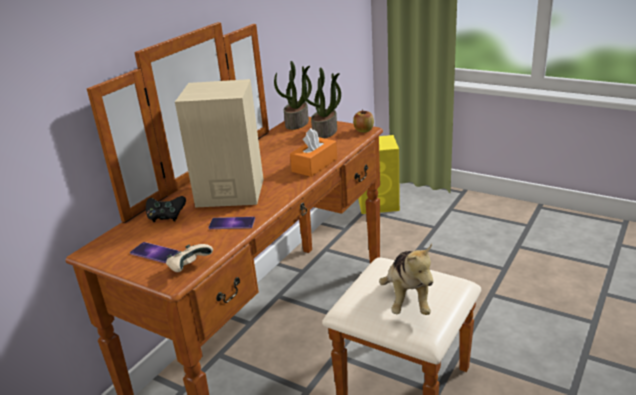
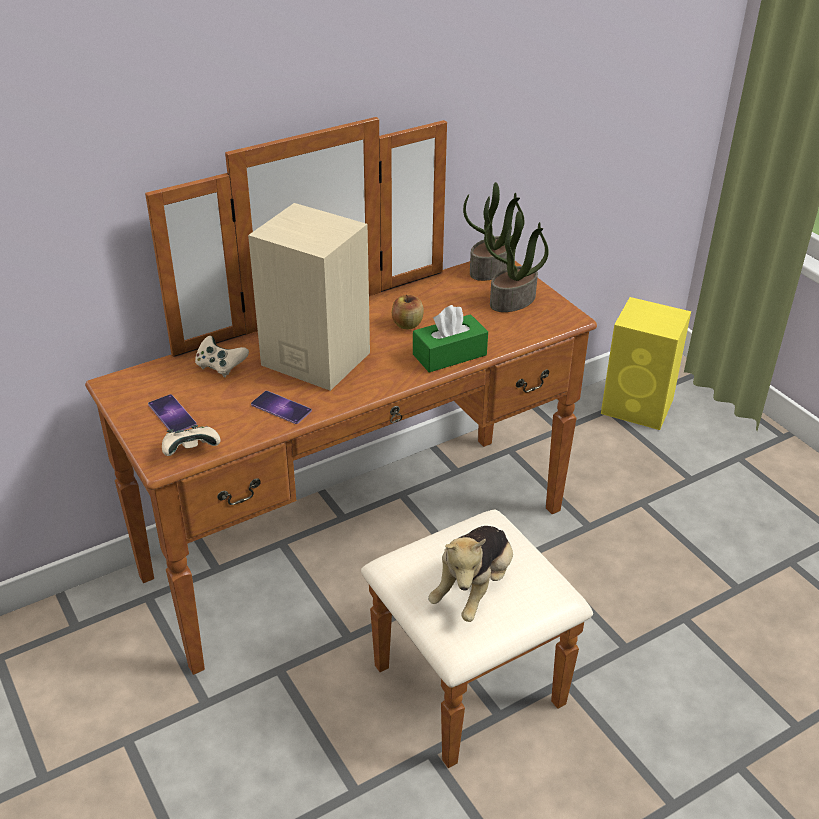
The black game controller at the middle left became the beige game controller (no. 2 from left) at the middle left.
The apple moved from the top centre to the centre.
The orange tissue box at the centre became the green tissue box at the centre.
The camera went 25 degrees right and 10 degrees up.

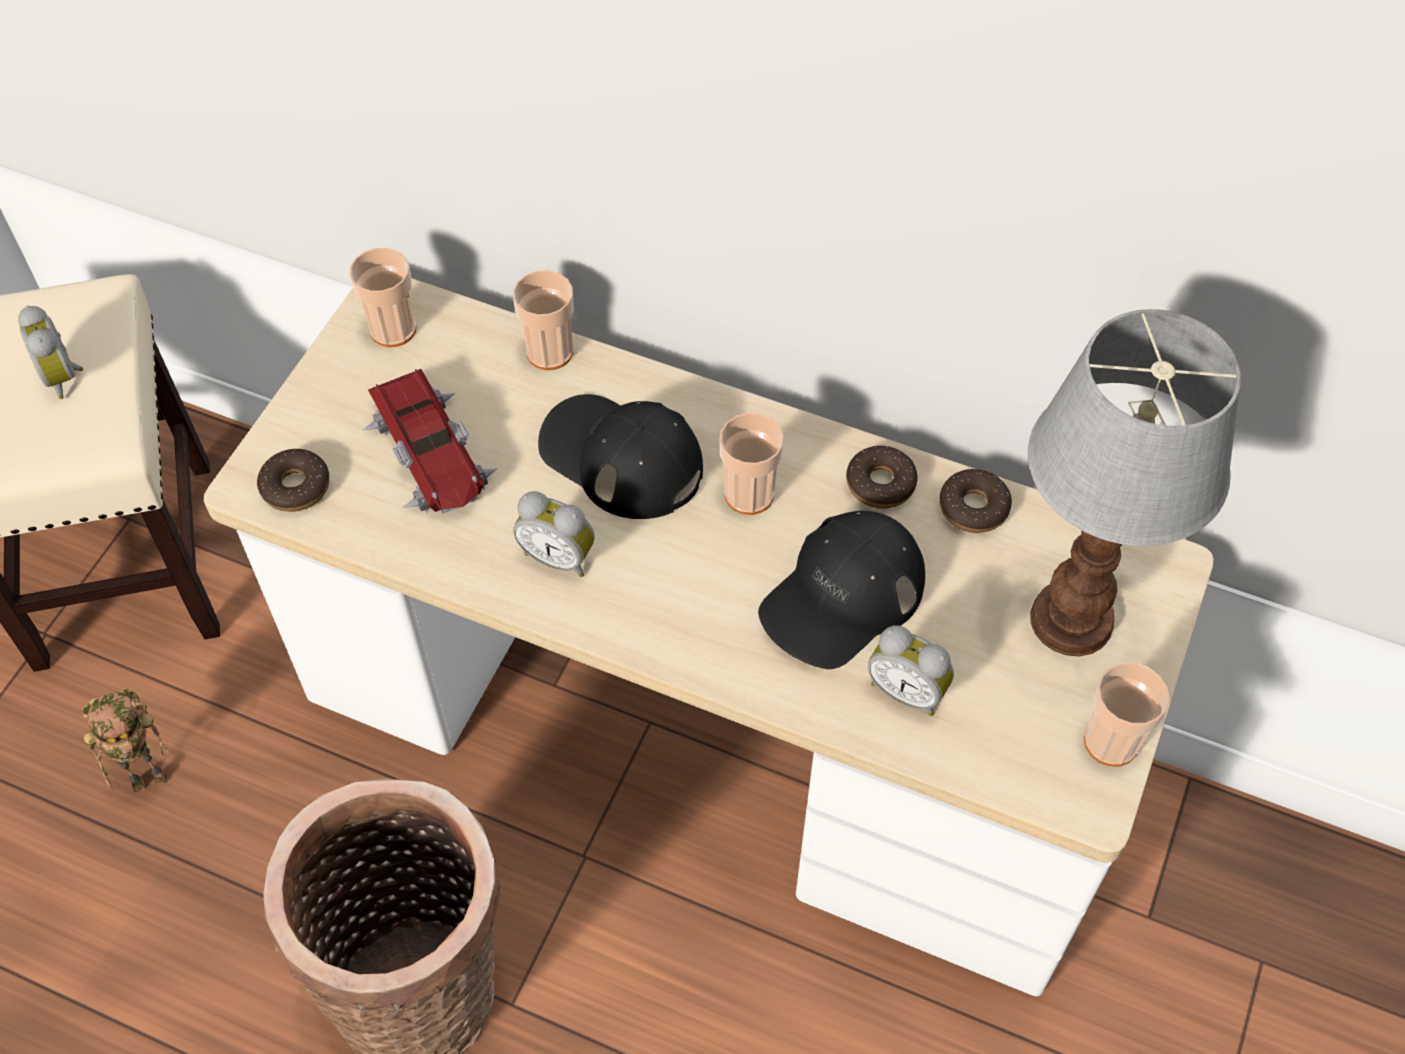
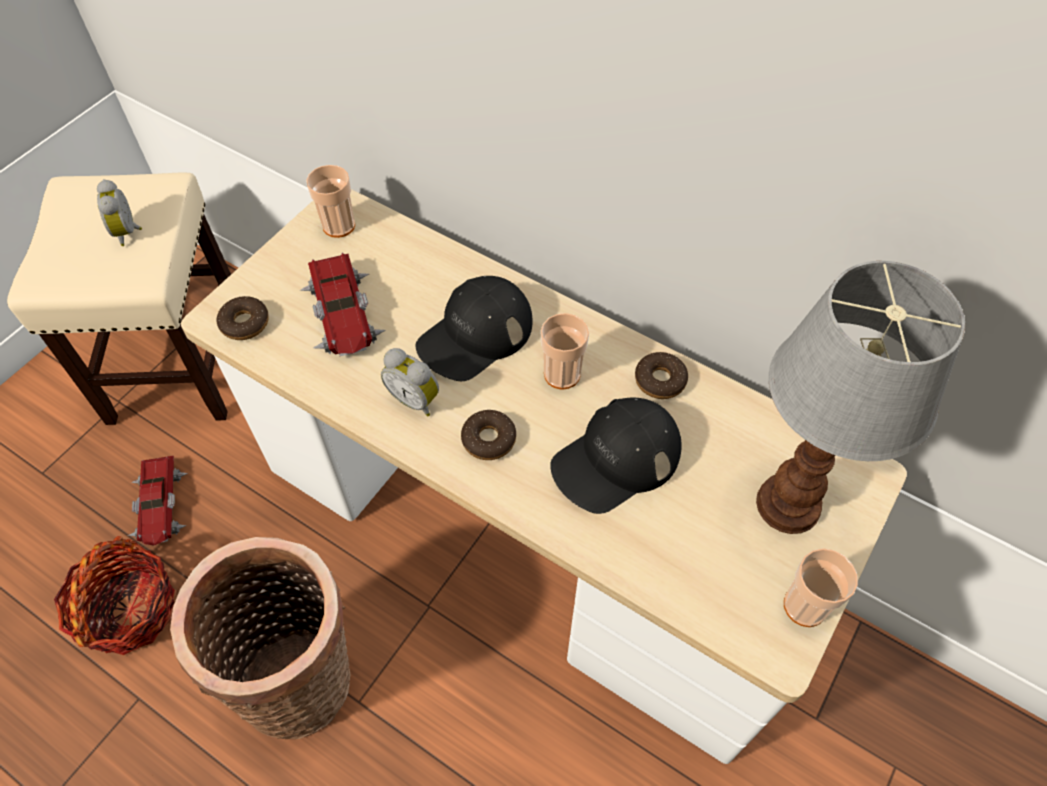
The basket (no. 1 from left) at the bottom left appeared.
The toy robot at the bottom left was replaced by the toy car (no. 1 from left) at the middle left.
The black cap (no. 1 from left) at the centre turned 90 degrees counterclockwise.
The donut (no. 3 from left in the first image) moved from the middle right to the centre.
The cup (no. 2 from left) at the top centre disappeared.
The alarm clock (no. 3 from left) at the centre disappeared.
The camera went 10 degrees right and 0 degrees up.

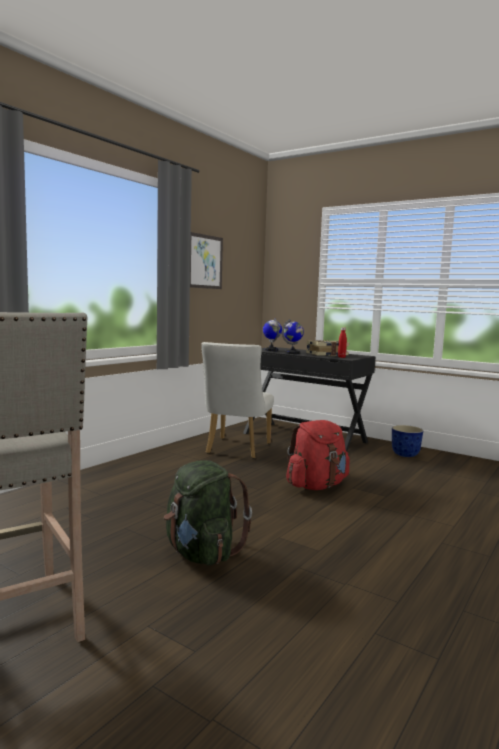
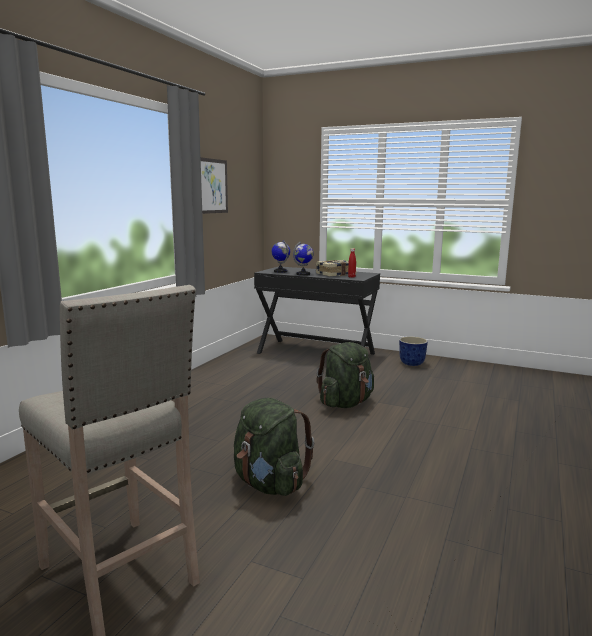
The red backpack at the centre became the green backpack (no. 2 from left) at the centre.
The white chair at the centre disappeared.
The camera went 10 degrees left and 5 degrees up.

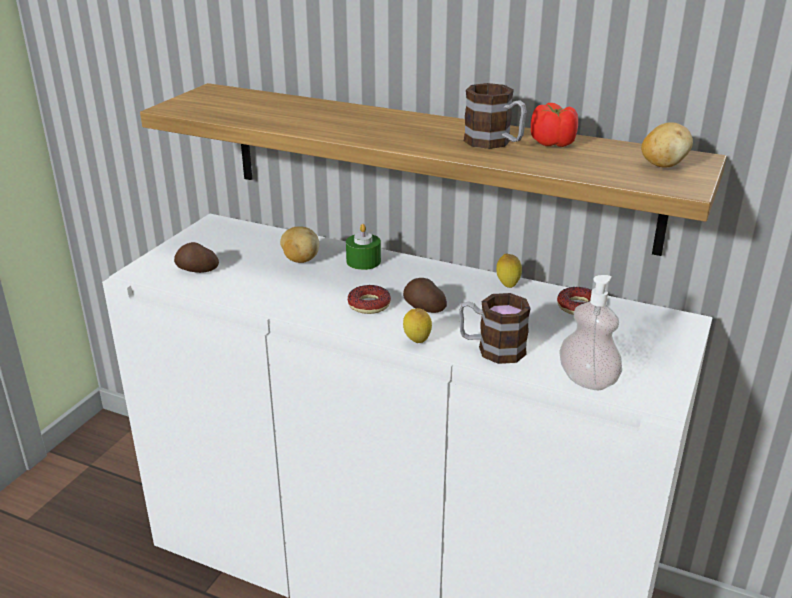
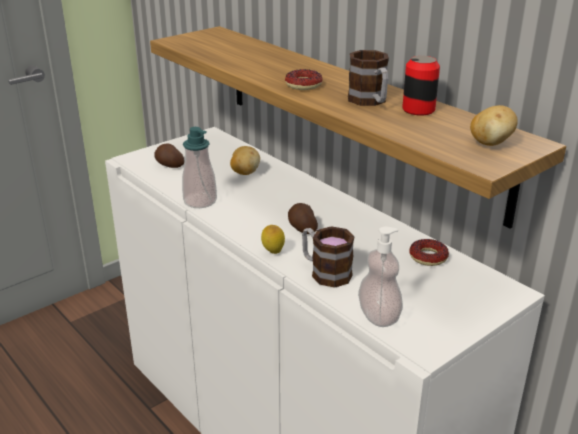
The soap dispenser (no. 1 from left) at the centre appeared.
The donut (no. 1 from left) moved from the centre to the top centre.
The tomato at the top right was replaced by the can at the top right.
The green candle at the centre disappeared.
The lemon (no. 2 from left) at the centre disappeared.
The camera went 25 degrees right and 0 degrees up.

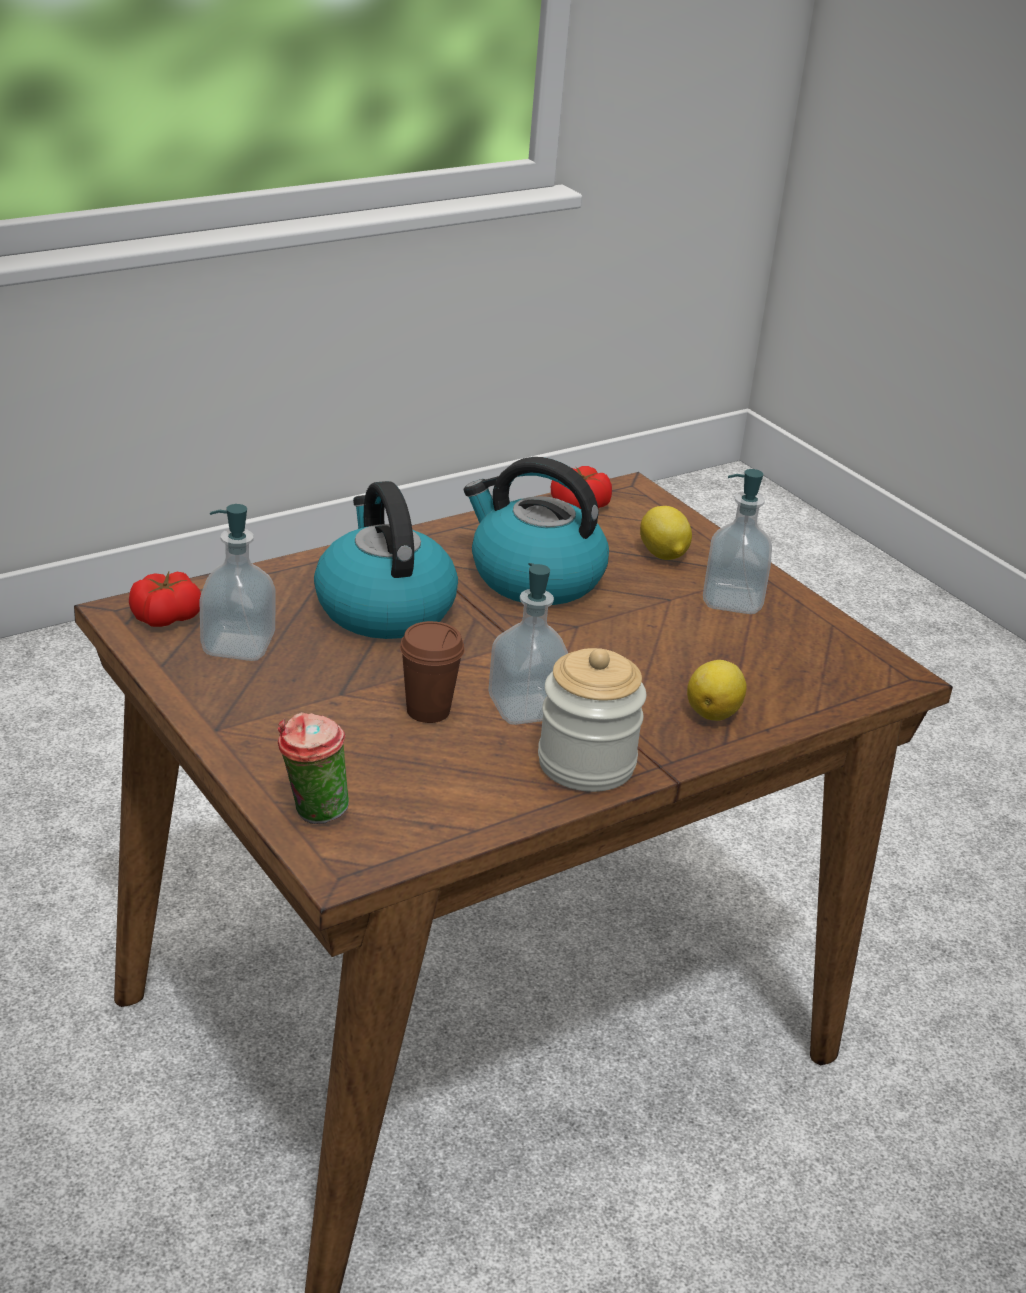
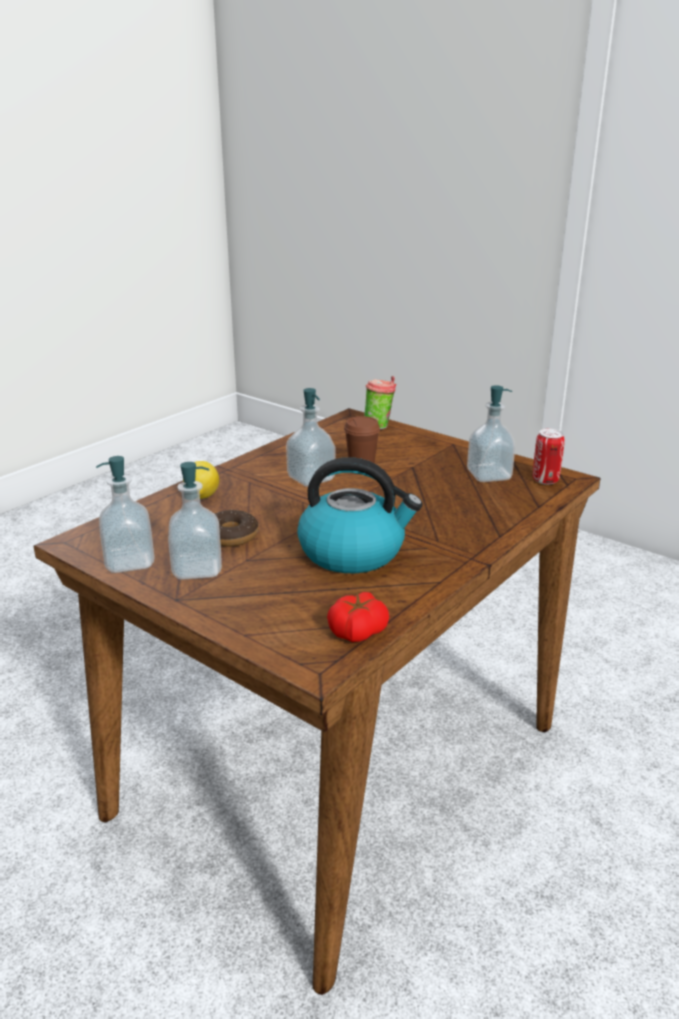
The soap dispenser (no. 1 from left) at the middle left appeared.
The donut at the centre appeared.
The tomato (no. 1 from left) at the middle left was replaced by the can at the middle right.
The kettle (no. 1 from left) at the centre disappeared.
The jar at the centre disappeared.
The lemon (no. 1 from left) at the centre disappeared.
The camera went 165 degrees right and 5 degrees down.

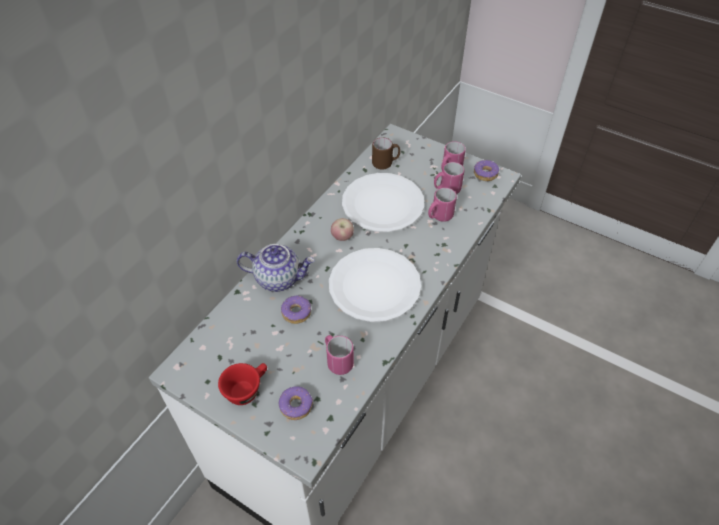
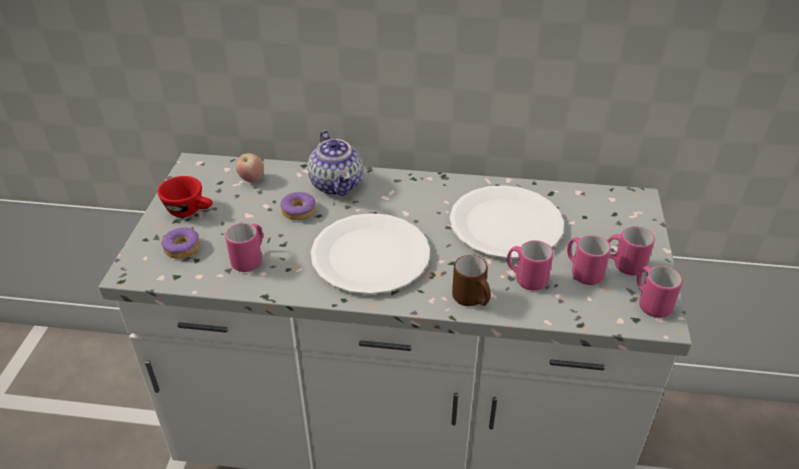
The apple moved from the centre to the middle left.
The brown mug moved from the top centre to the centre.
The donut (no. 3 from left) at the top right was replaced by the pink mug (no. 5 from left) at the middle right.
The camera went 65 degrees right and 10 degrees down.

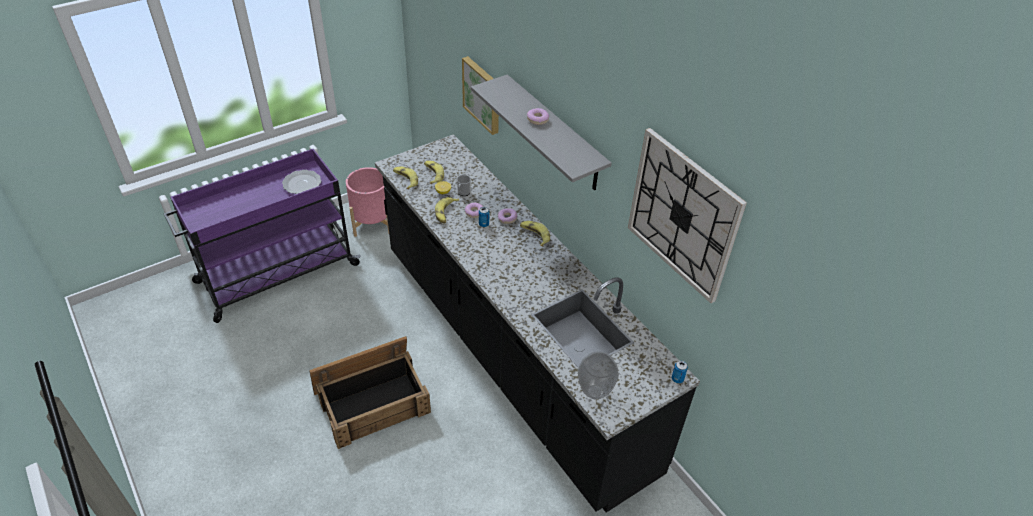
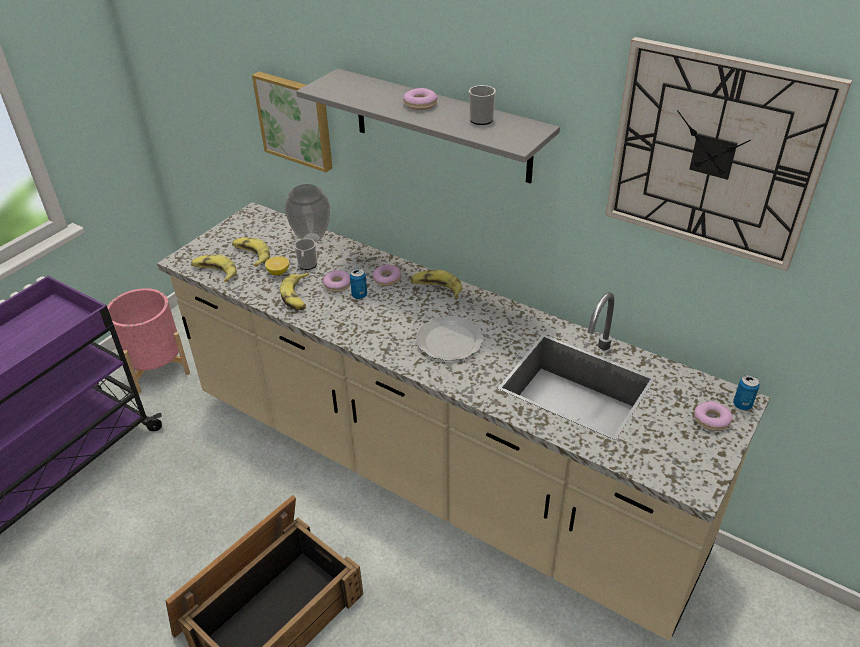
The black counter at the centre became the beige counter at the centre.
The vase moved from the bottom centre to the top centre.
The plate moved from the middle left to the centre.
The mug (no. 2 from left) at the top centre appeared.
The donut (no. 4 from left) at the middle right appeared.
The camera went 20 degrees left and 5 degrees down.

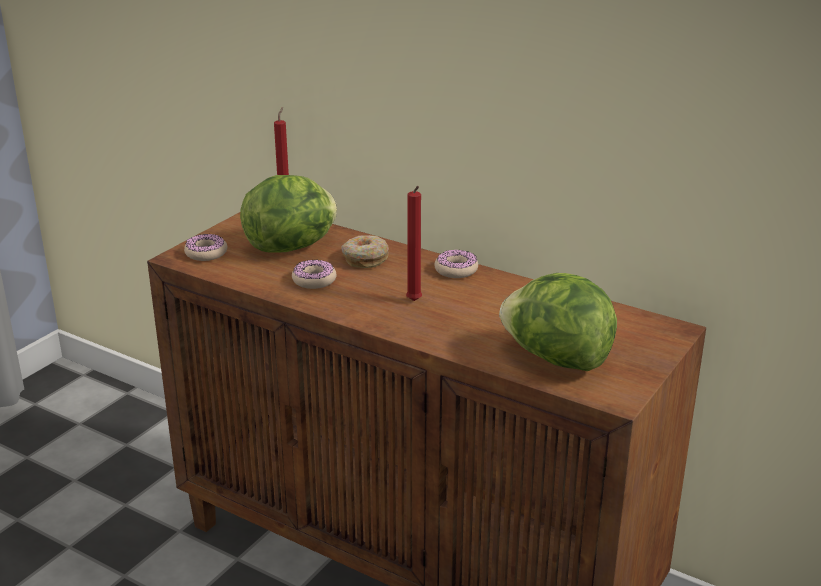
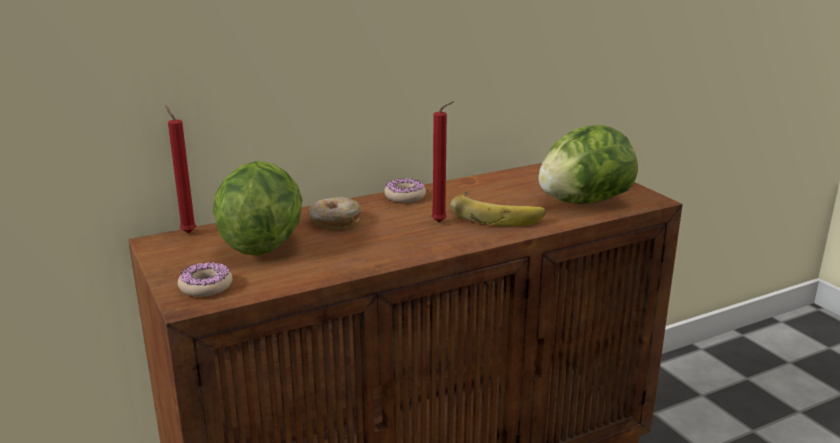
The banana at the centre appeared.
The donut (no. 2 from left) at the centre disappeared.
The camera went 60 degrees left and 5 degrees down.

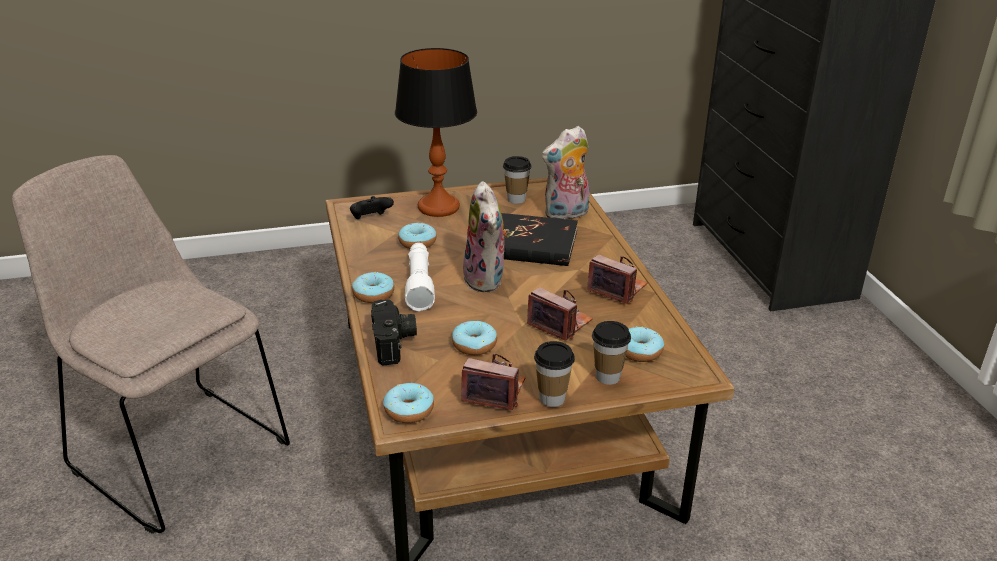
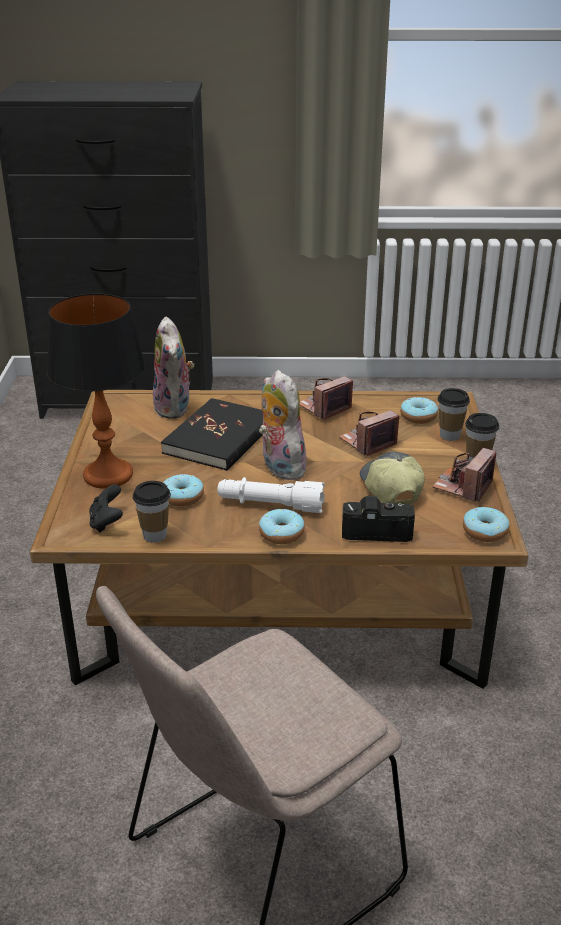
The cup (no. 1 from left) moved from the top centre to the middle left.
The plush toy (no. 1 from left in the first image) at the centre turned 120 degrees counterclockwise.
The donut (no. 4 from left) at the centre was replaced by the cap at the middle right.
The camera went 75 degrees left and 0 degrees up.

